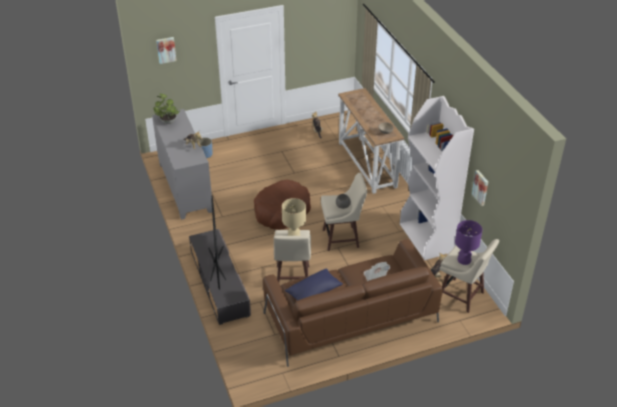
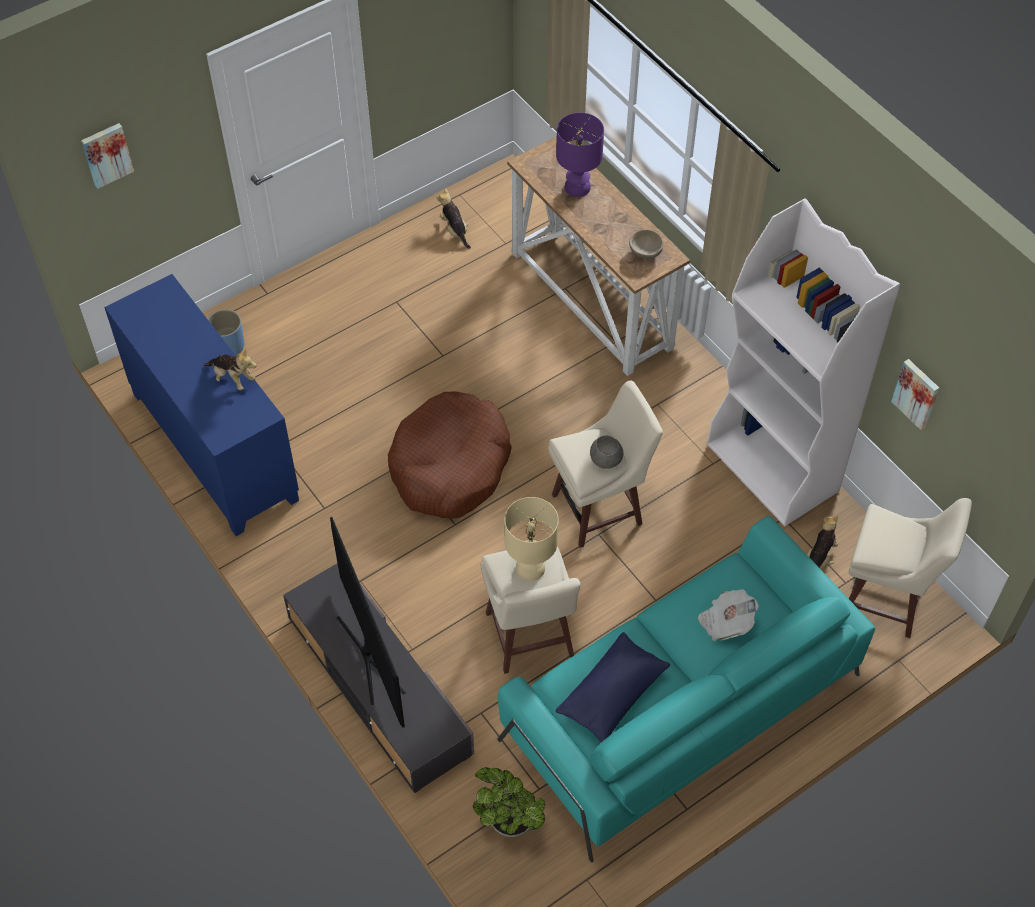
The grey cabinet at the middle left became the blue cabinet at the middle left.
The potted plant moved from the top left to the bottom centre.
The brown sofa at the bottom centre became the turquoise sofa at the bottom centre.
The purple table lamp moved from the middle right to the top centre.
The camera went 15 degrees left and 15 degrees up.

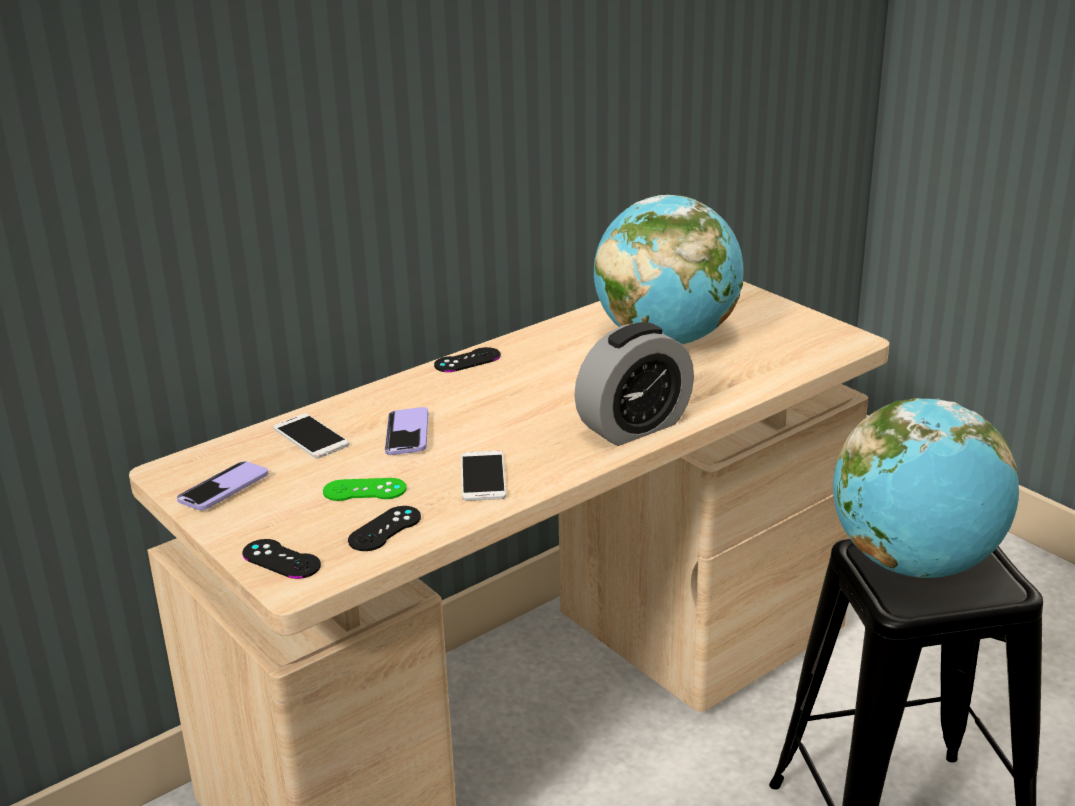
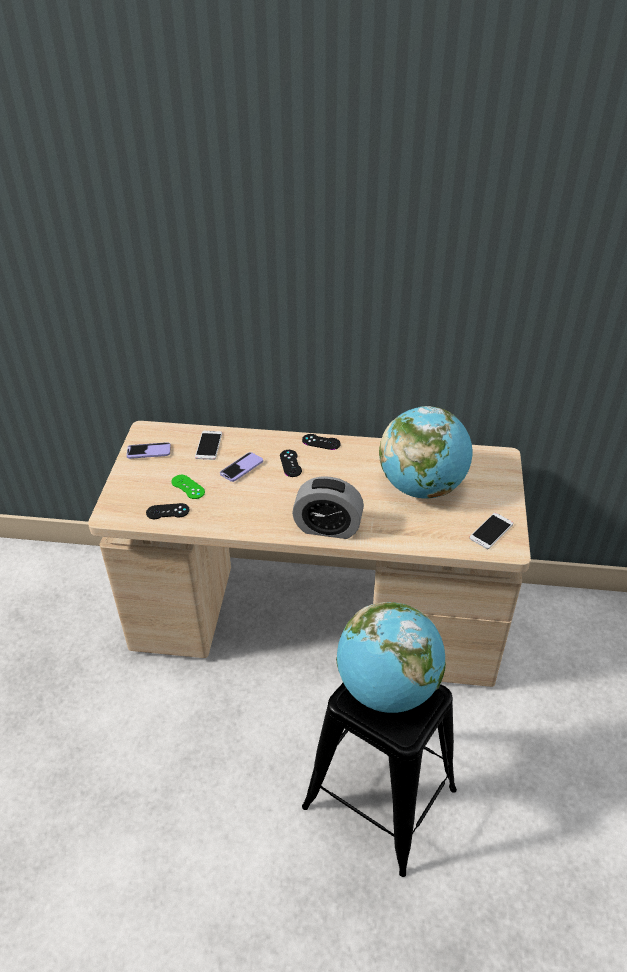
The black game controller (no. 1 from left in the first image) moved from the bottom left to the centre.
The phone (no. 4 from left) moved from the centre to the middle right.
The camera went 45 degrees right and 15 degrees up.

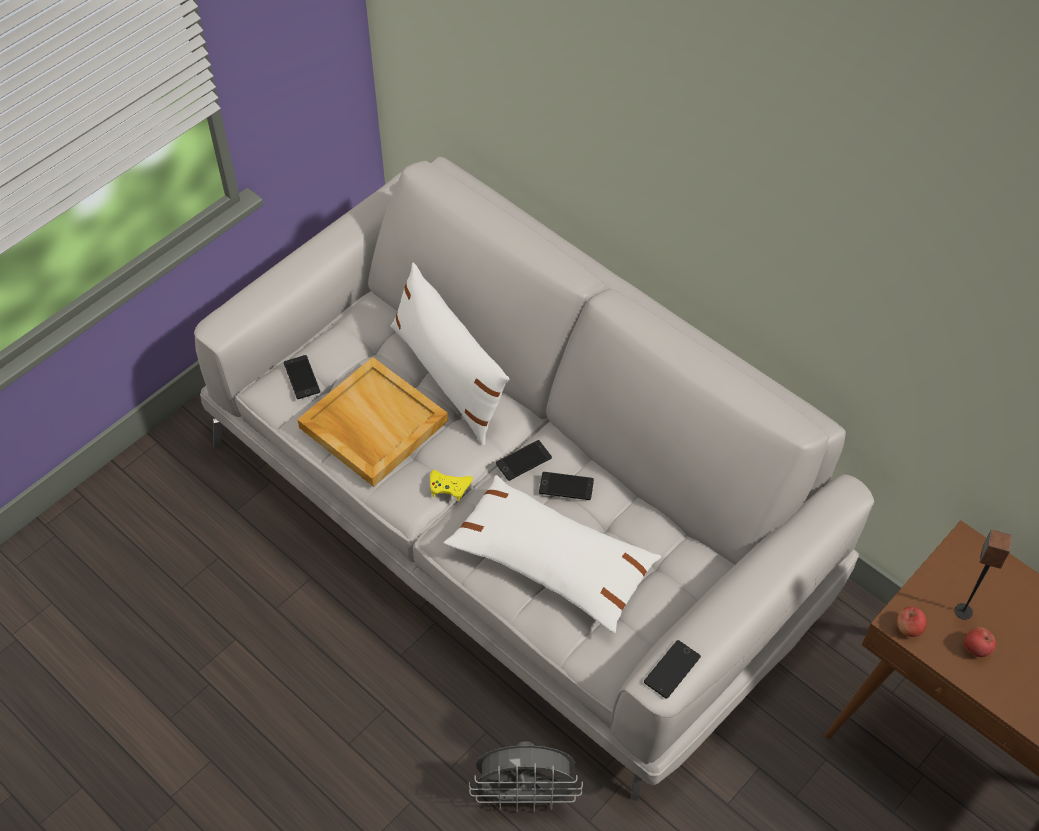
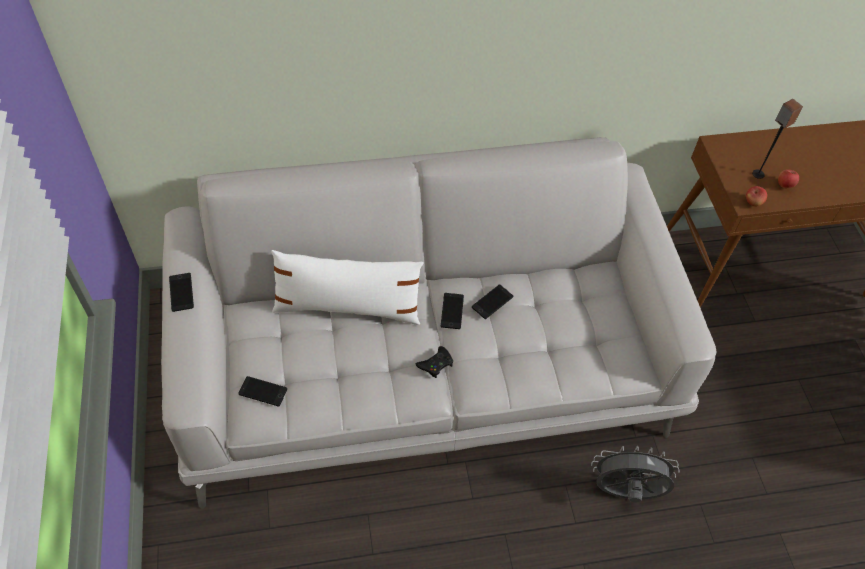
The phone (no. 4 from left in the first image) moved from the bottom centre to the middle left.
The yellow game controller at the centre became the black game controller at the centre.
The grey fan at the bottom centre turned 120 degrees counterclockwise.
The beige tray at the centre disappeared.
The white pillow (no. 2 from left) at the bottom centre disappeared.
The camera went 55 degrees left and 0 degrees up.

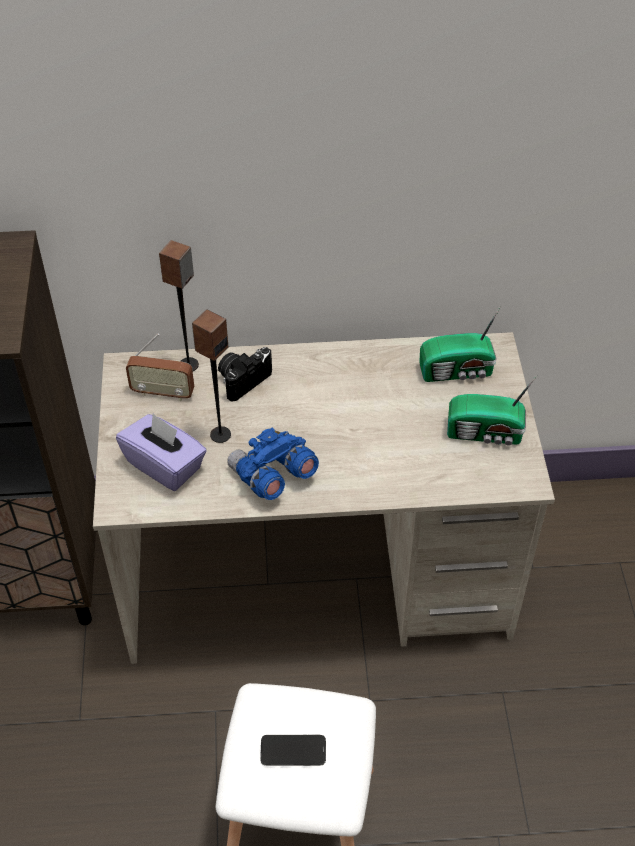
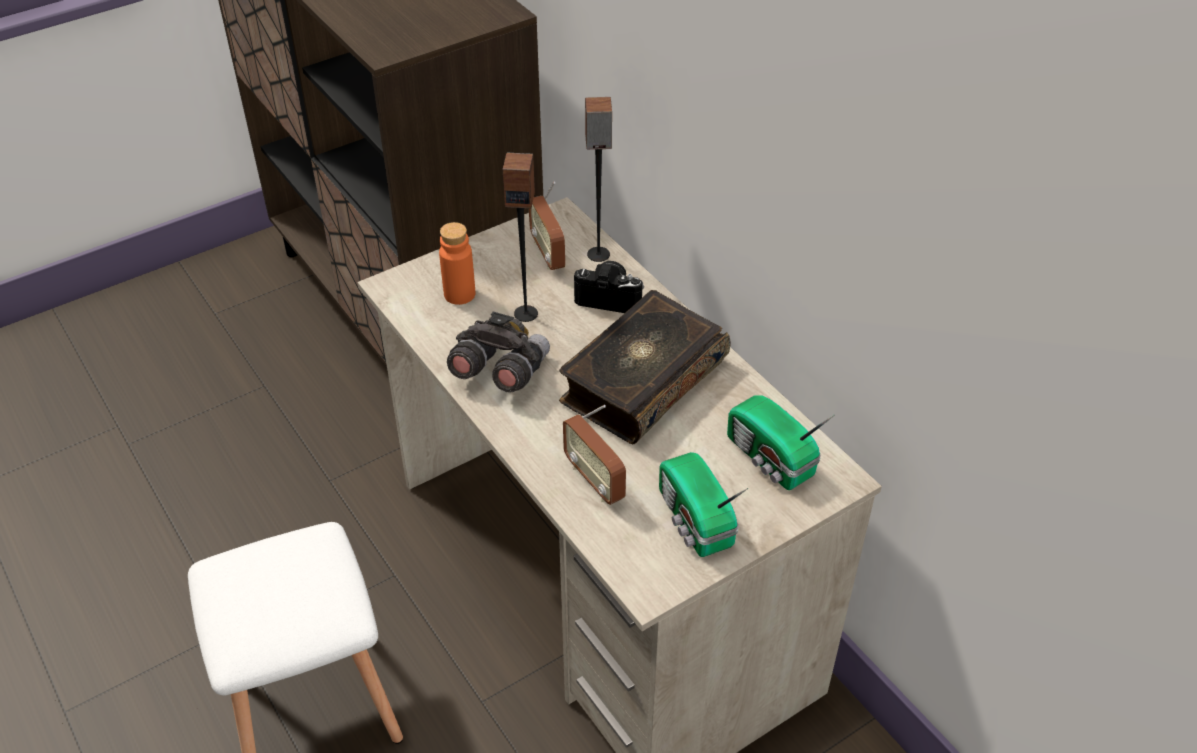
The purple tissue box at the middle left was replaced by the orange bottle at the centre.
The blue binoculars at the centre became the grey binoculars at the centre.
The book at the centre appeared.
The radio (no. 2 from left) at the centre appeared.
The phone at the bottom centre disappeared.
The camera went 60 degrees right and 5 degrees down.

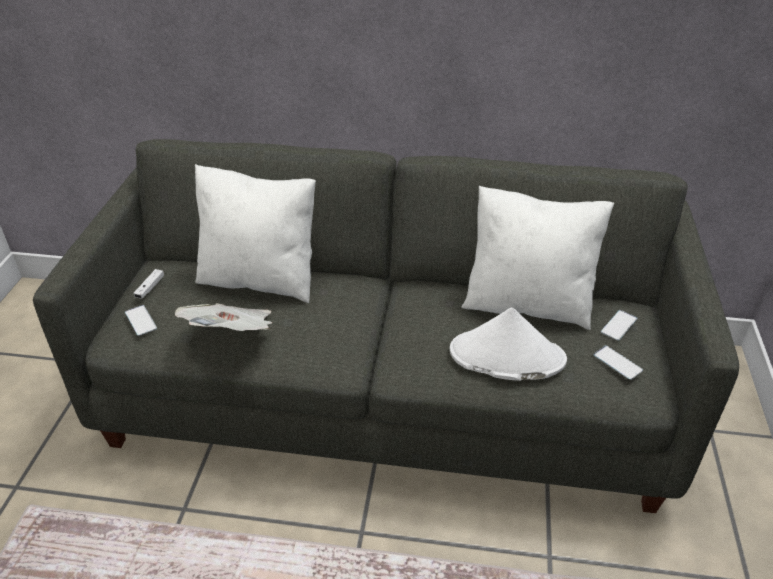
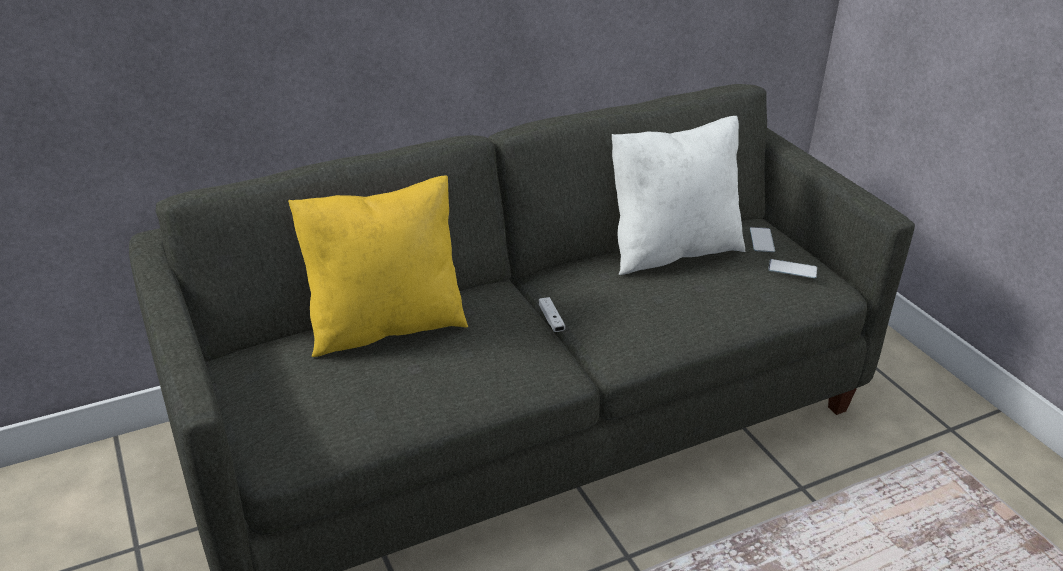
The white pillow (no. 1 from left) at the middle left became the yellow pillow at the centre.
The white game controller moved from the middle left to the centre.
The phone (no. 1 from left) at the middle left disappeared.
The newspaper at the middle left disappeared.
The white hat at the centre disappeared.
The camera went 35 degrees left and 5 degrees down.

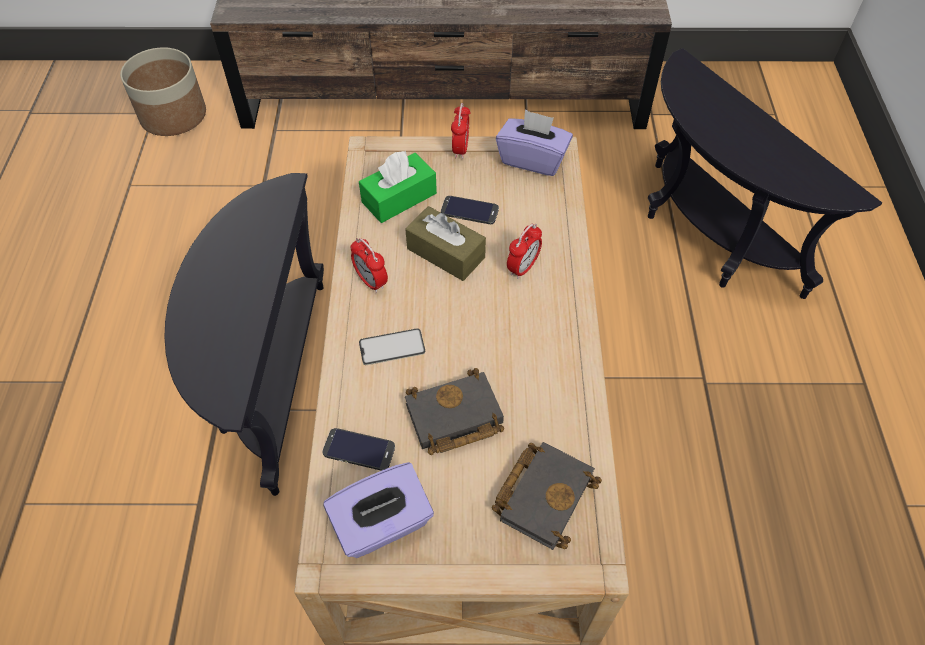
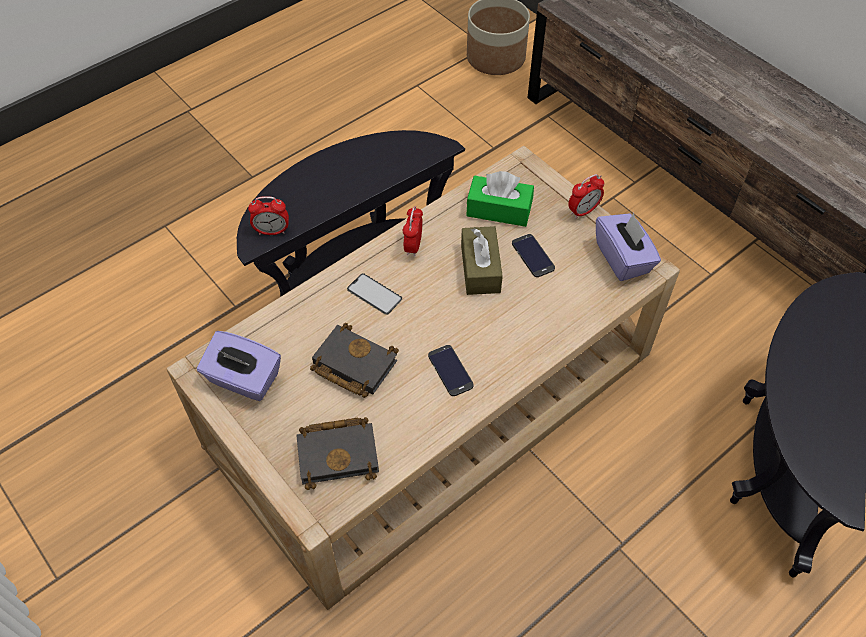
The alarm clock (no. 3 from left in the first image) moved from the centre to the middle left.
The phone (no. 1 from left in the first image) moved from the bottom centre to the centre.
The camera went 50 degrees right and 0 degrees up.

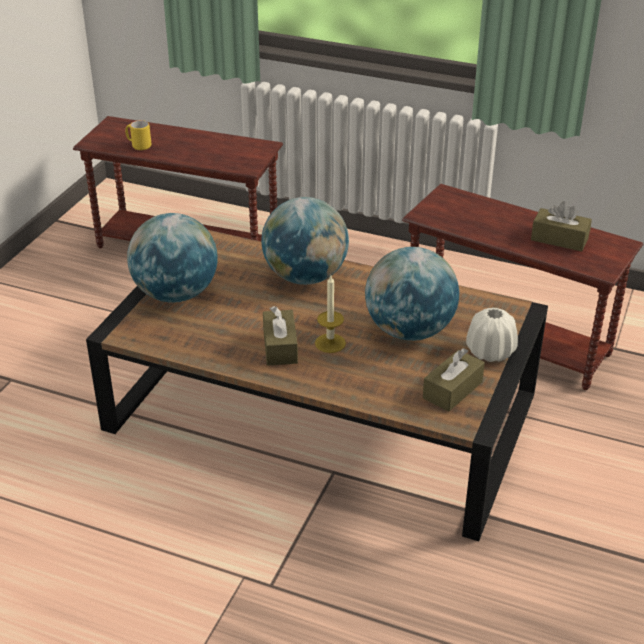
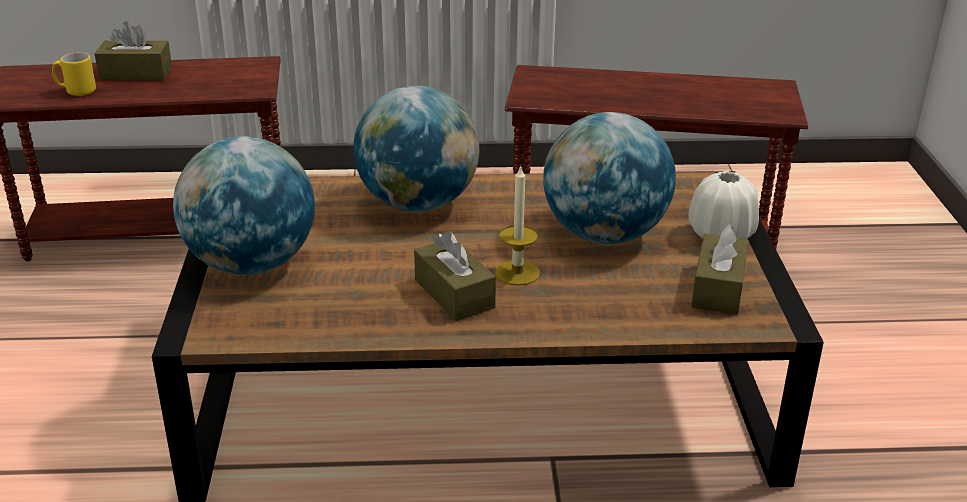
The brown tissue box (no. 3 from left in the first image) moved from the middle right to the top left.
The camera went 25 degrees left and 5 degrees down.

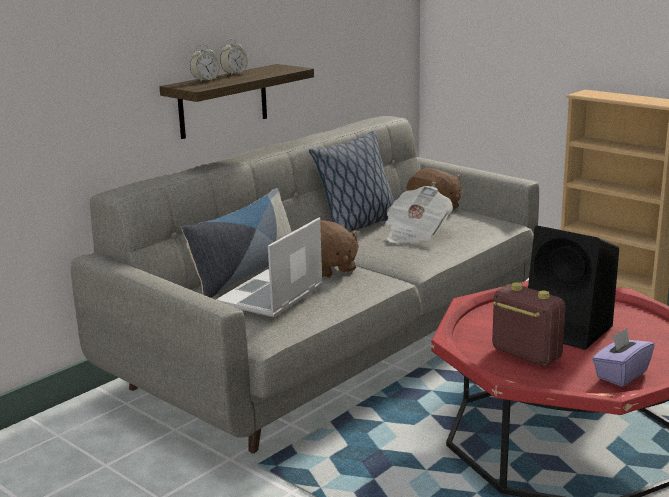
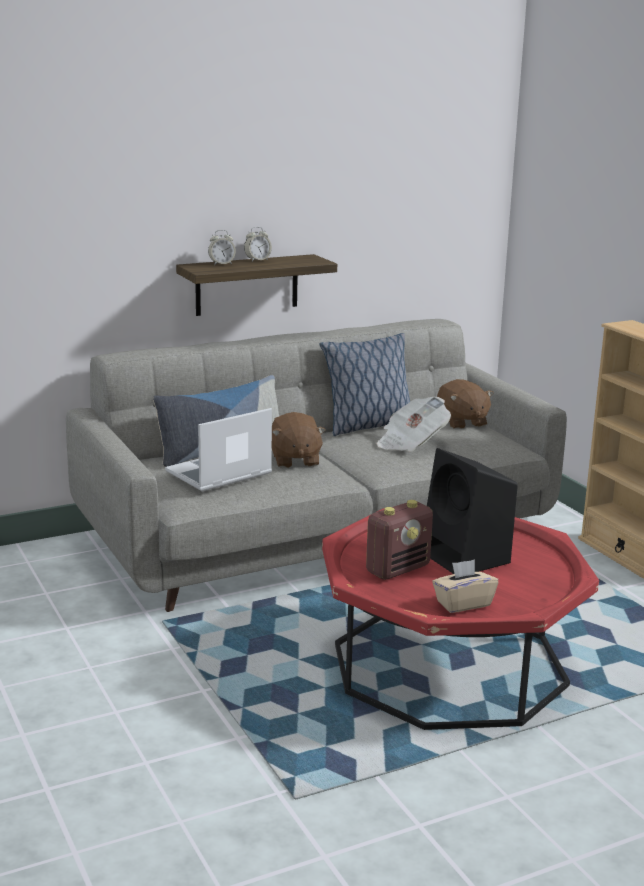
The radio at the middle right turned 75 degrees clockwise.
The purple tissue box at the bottom right became the beige tissue box at the middle right.
The camera went 20 degrees right and 0 degrees up.

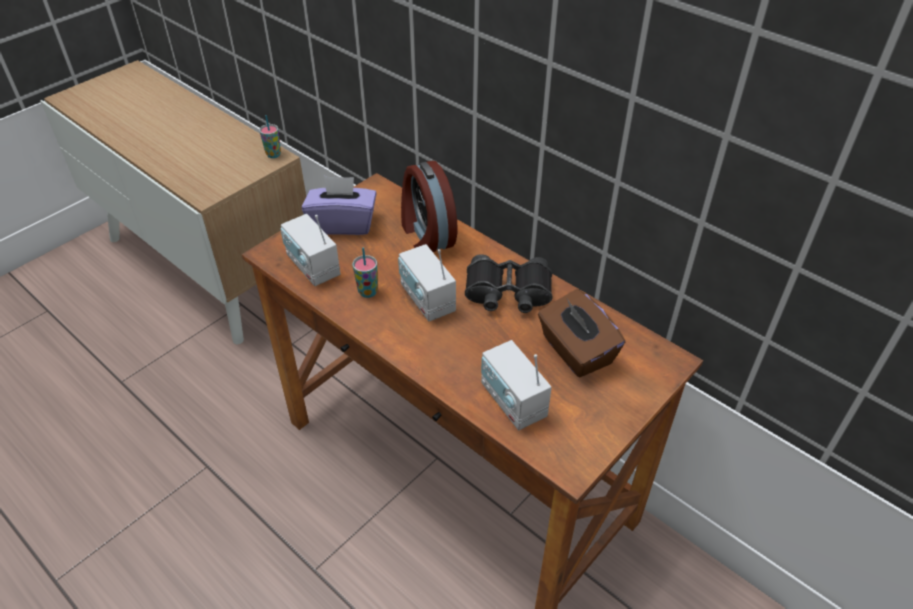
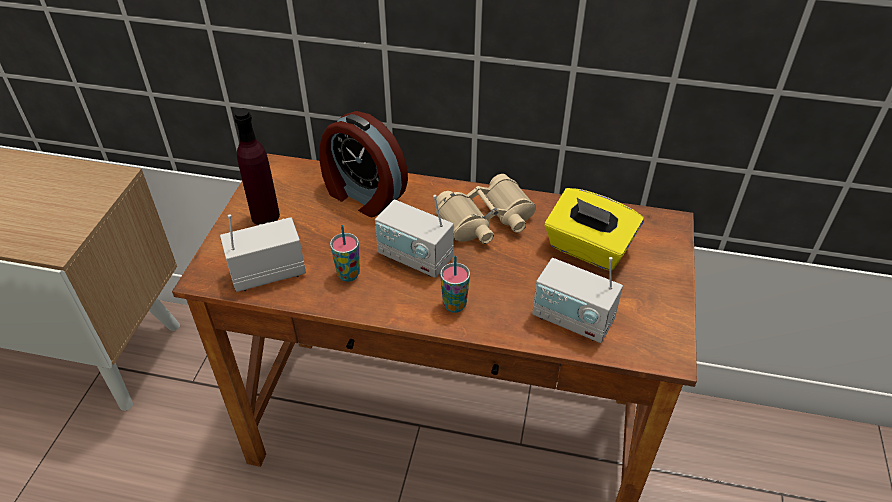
The radio (no. 1 from left) at the centre turned 135 degrees clockwise.
The purple tissue box at the centre was replaced by the purple bottle at the top left.
The black binoculars at the centre became the beige binoculars at the centre.
The cup (no. 1 from left in the first image) moved from the top left to the centre.
The brown tissue box at the centre became the yellow tissue box at the centre.
The camera went 30 degrees left and 0 degrees up.

